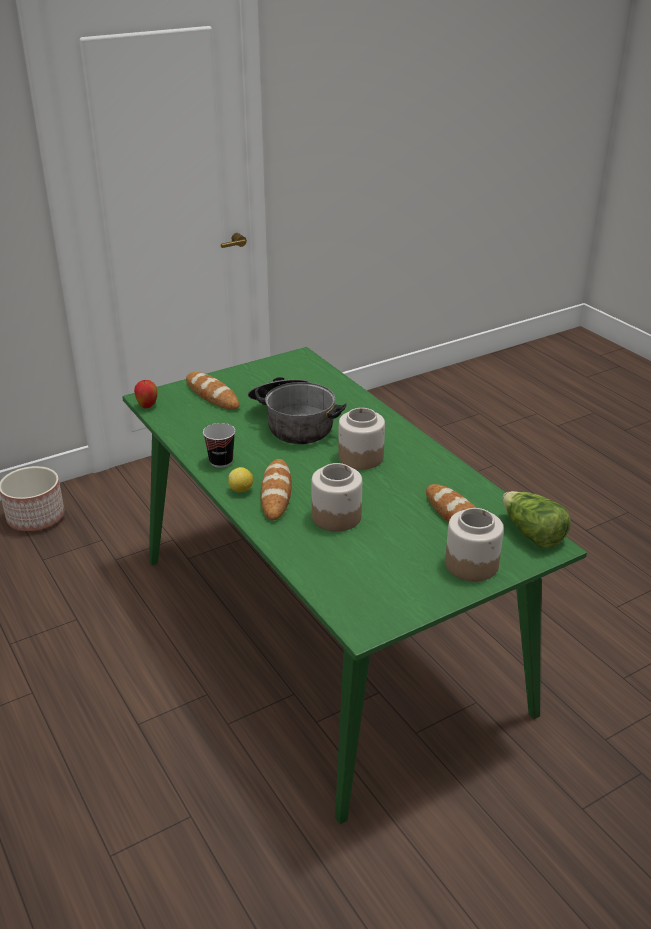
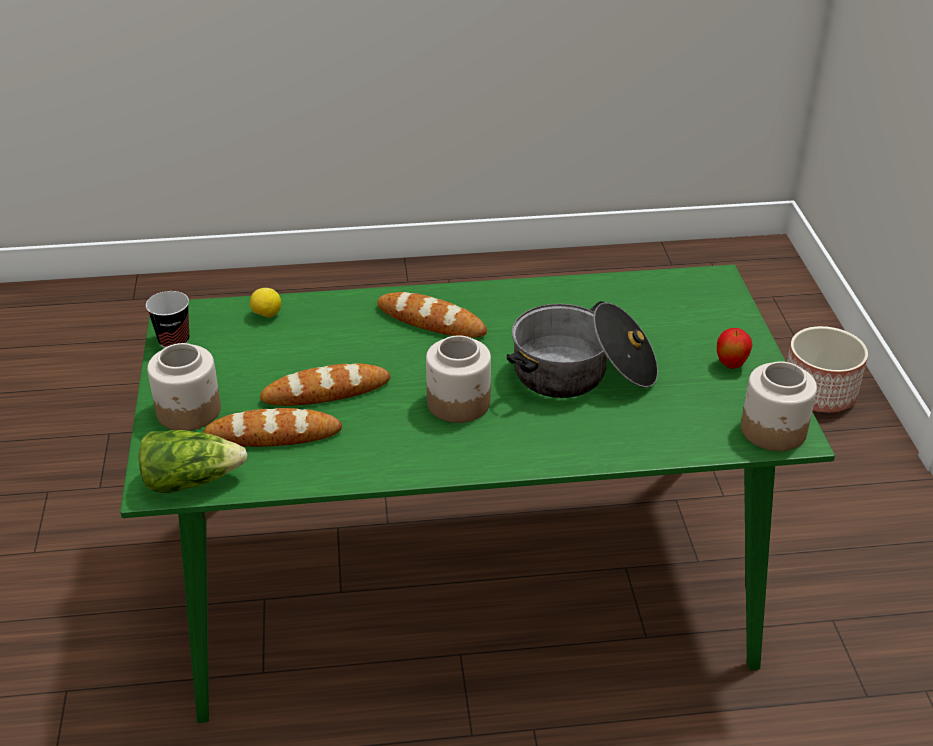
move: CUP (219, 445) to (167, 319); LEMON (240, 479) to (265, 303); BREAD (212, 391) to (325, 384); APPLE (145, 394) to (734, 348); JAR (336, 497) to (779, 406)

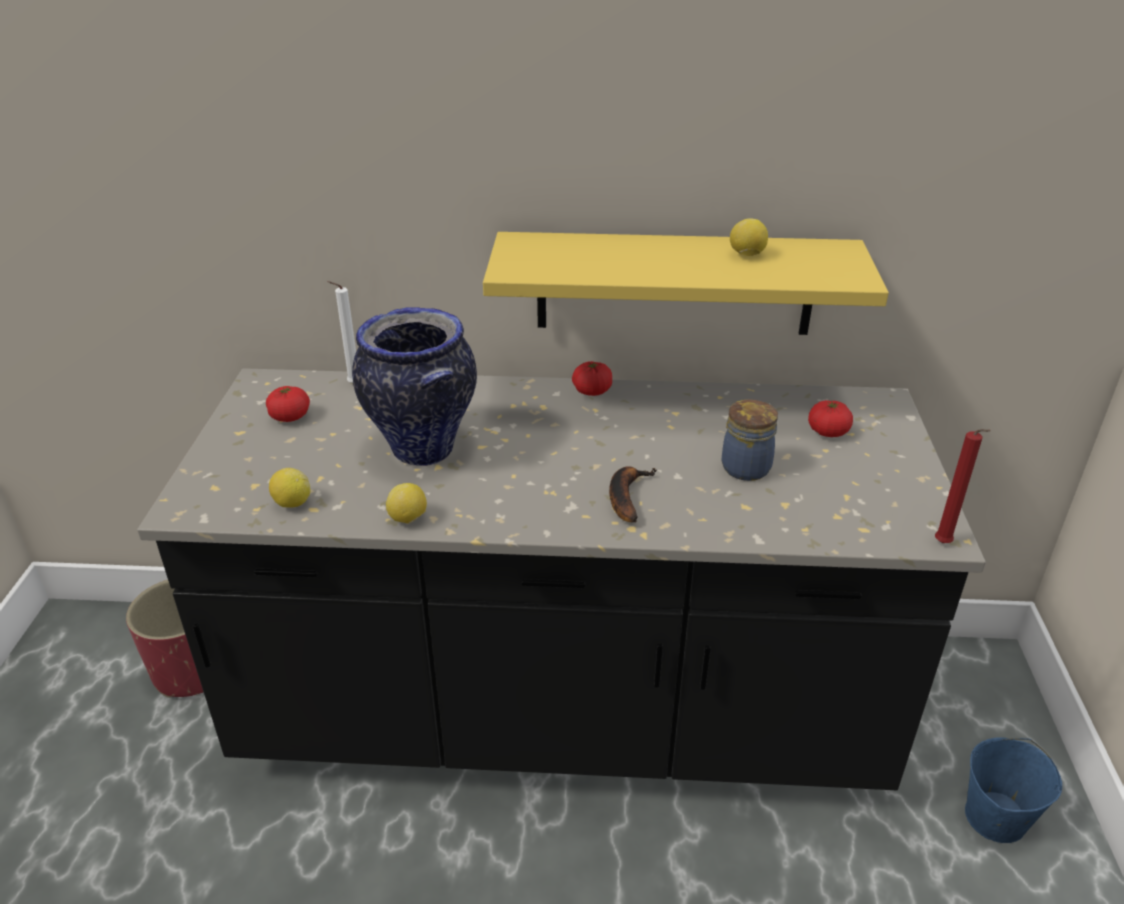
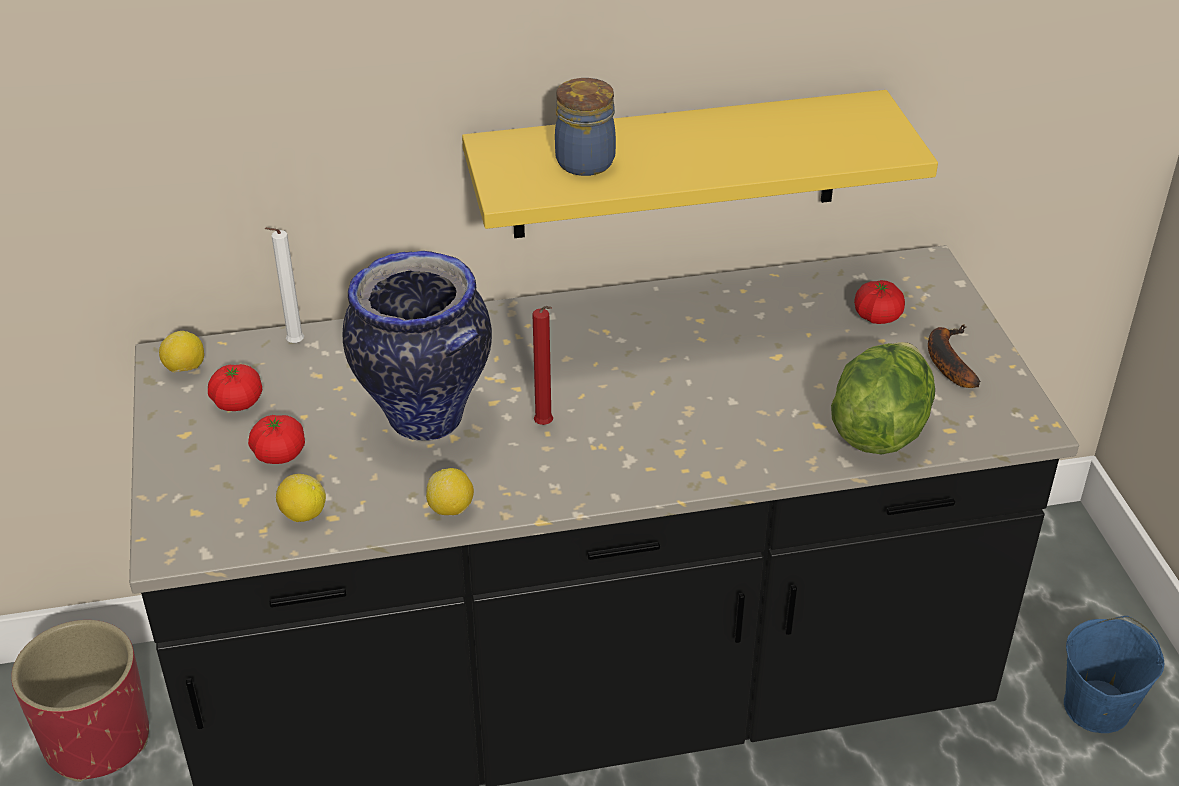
insert: LETTUCE (883, 398)
move: LEMON (749, 237) to (181, 352); TOMATO (592, 378) to (276, 439); RED CANDLE (963, 486) to (542, 365); JAR (750, 440) to (585, 127); BANANA (633, 494) to (954, 356)

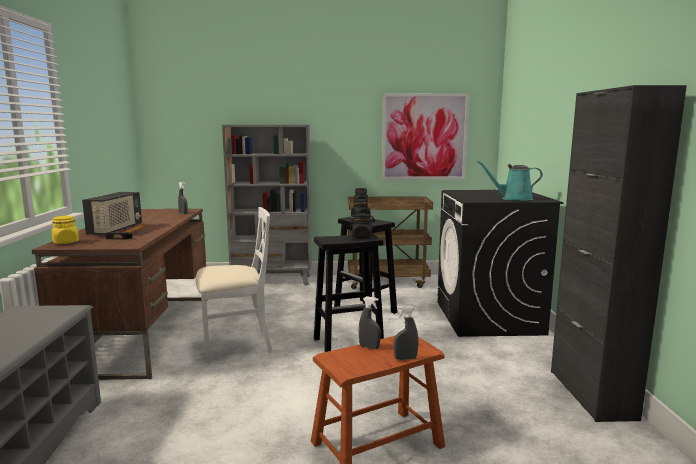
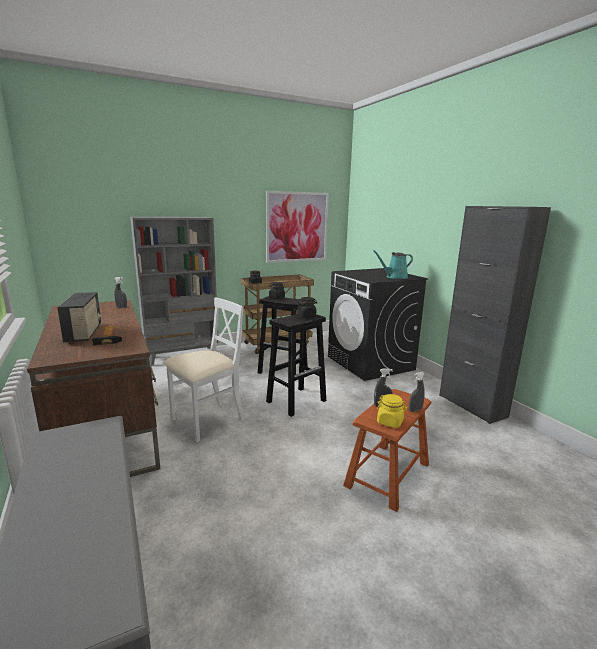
move: YELLOW JAR (65, 230) to (392, 411)

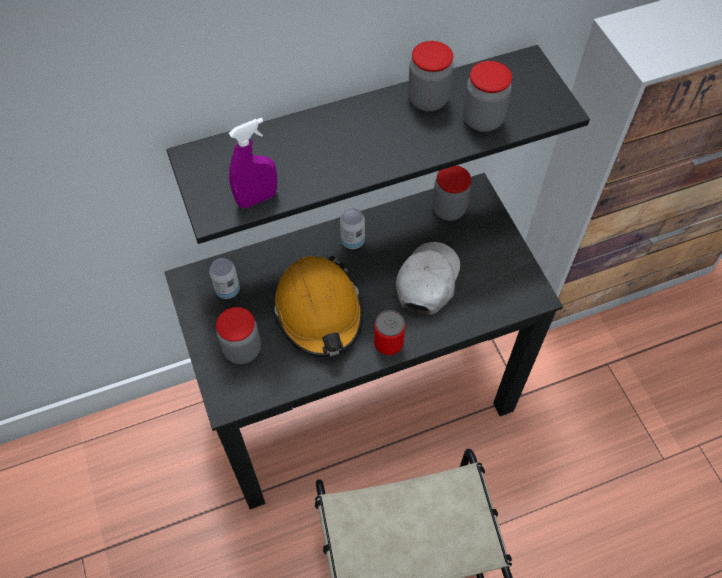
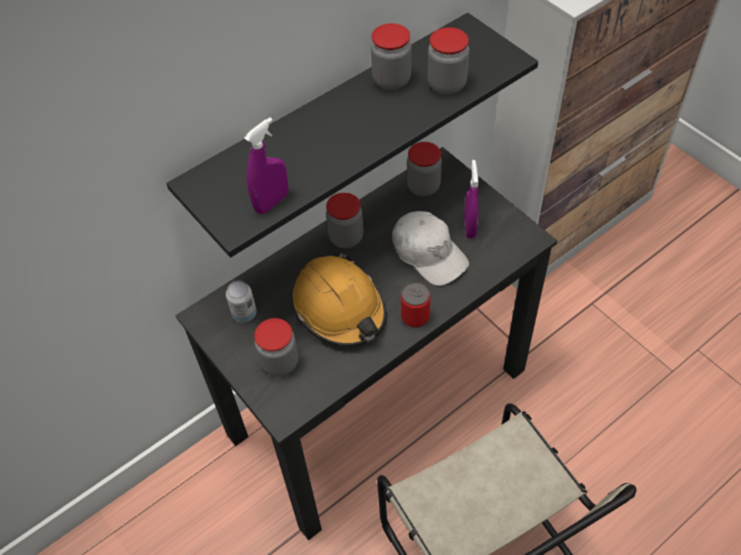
insert: PURPLE SPRAY BOTTLE (471, 199)
replace: CAN (352, 228) to JAR (344, 220)
rotate: WHITE CAP (428, 278) = (430, 248) 135 degrees clockwise

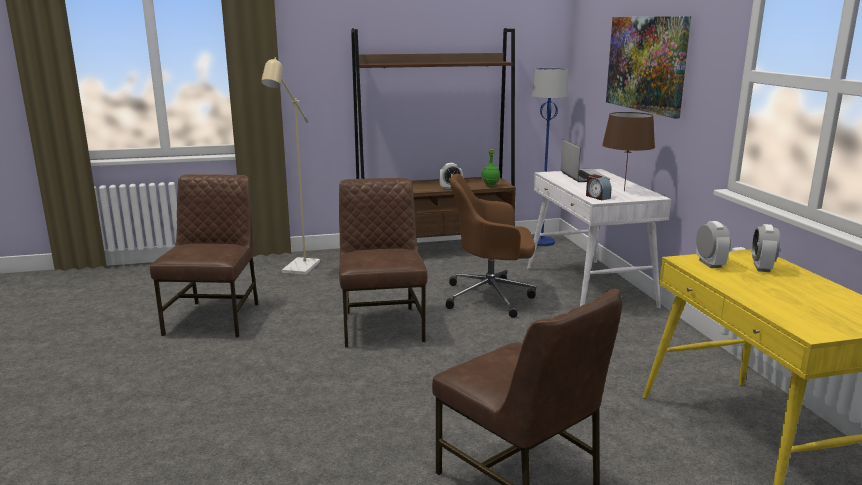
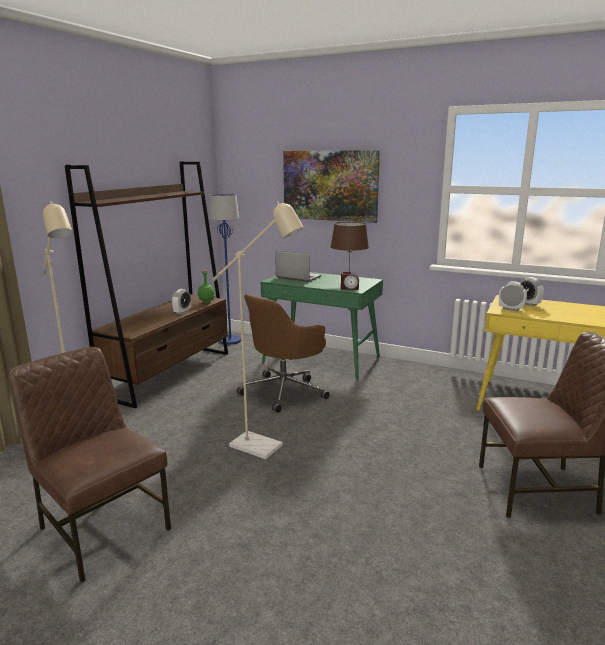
replace: BROWN CHAIR (383, 262) to BEIGE FLOOR LAMP (258, 330)
recolor: WHITE DESK (599, 239) to GREEN DESK (321, 326)

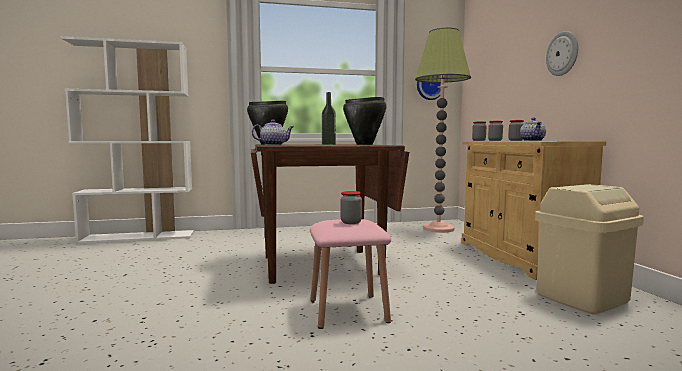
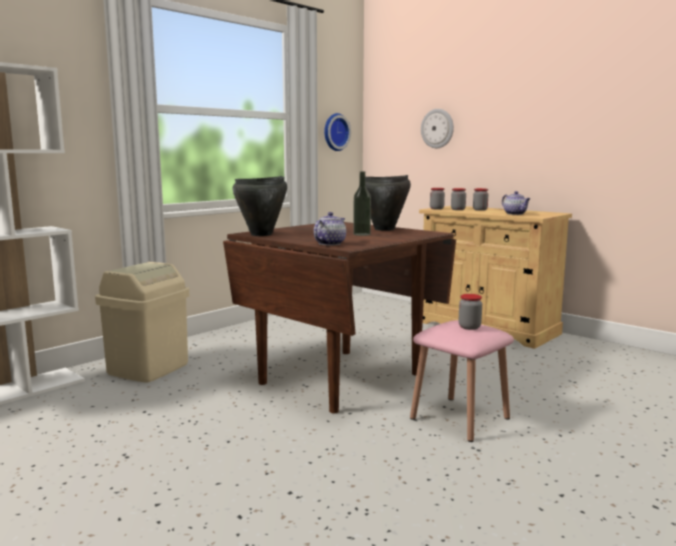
delete: FLOOR LAMP (443, 130)
move: BEIGE TRASH CAN (589, 249) to (142, 322); WALL CLOCK (562, 53) to (437, 128)

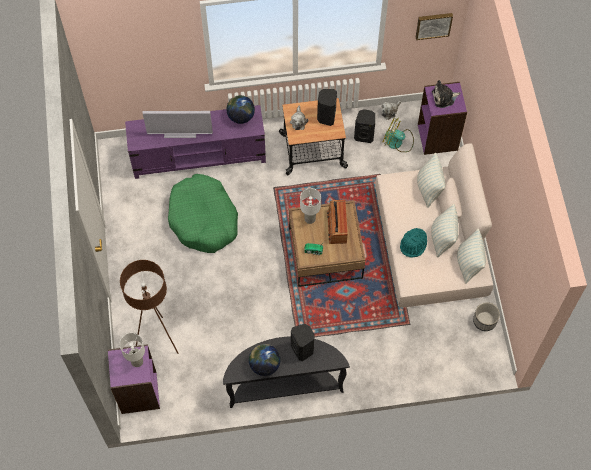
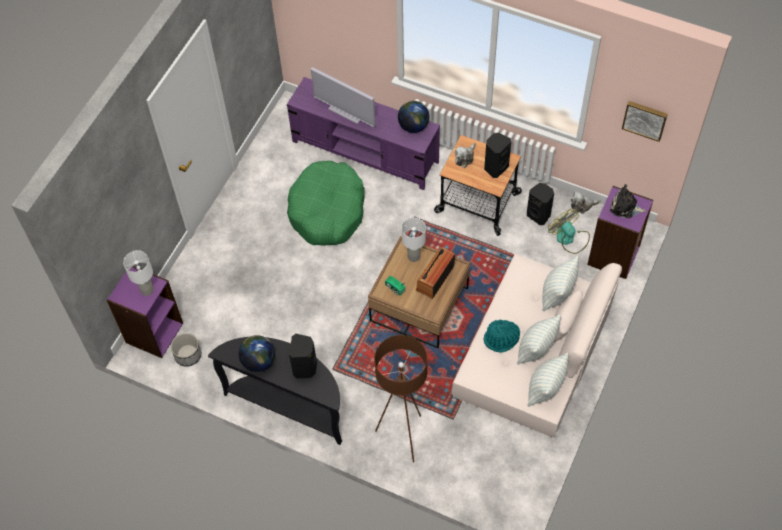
move: PLANTER (486, 316) to (186, 350); BROWN FLOOR LAMP (149, 307) to (401, 398)

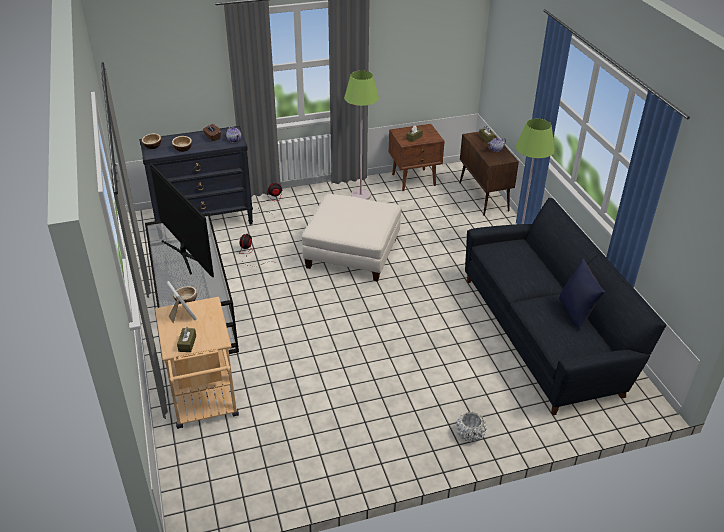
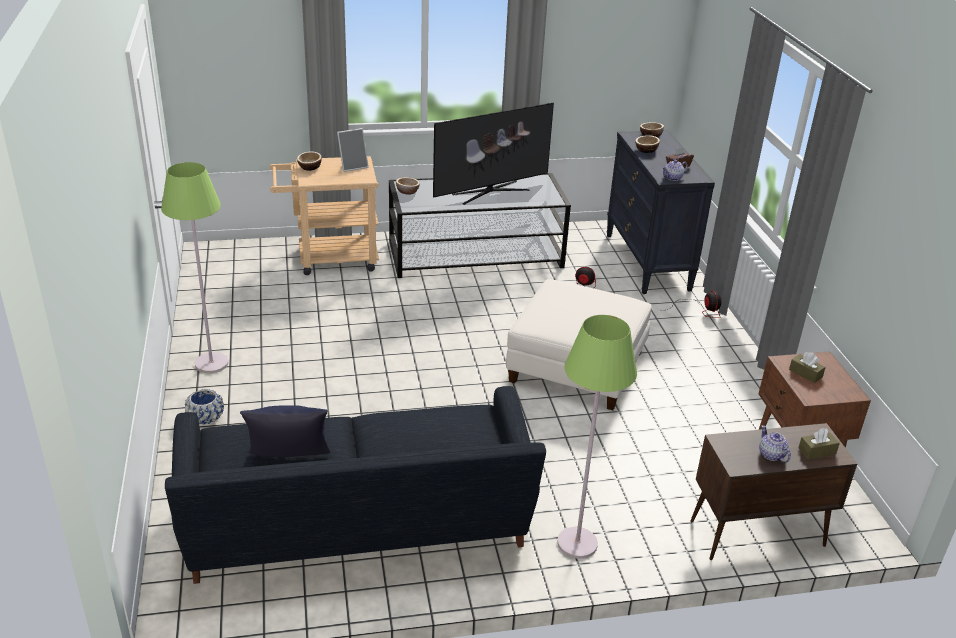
move: GREEN FLOOR LAMP (361, 135) to (194, 268)
replace: BROWN TISSUE BOX (186, 339) to BOWL (309, 161)
recolor: WHITE PLANTER (471, 427) to BLUE PLANTER (204, 406)

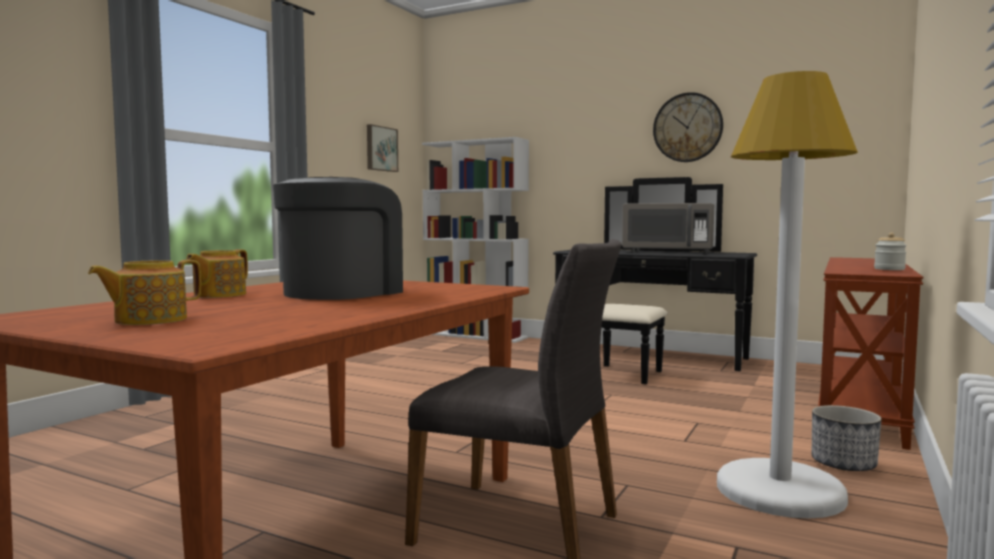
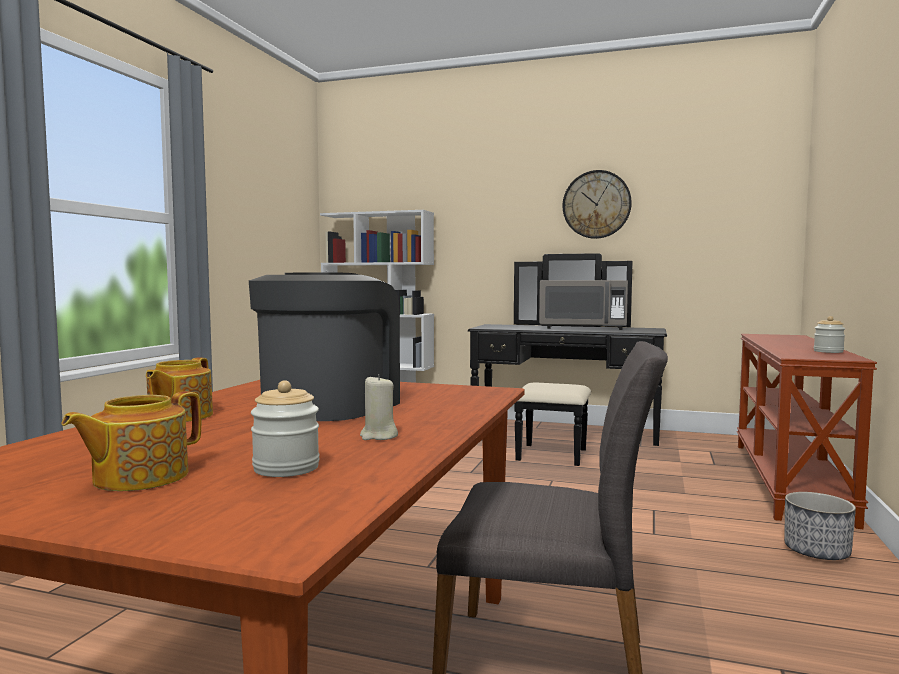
delete: PICTURE (382, 148); WHITE FLOOR LAMP (787, 295)
insert: JAR (285, 428); BEIGE CANDLE (379, 407)

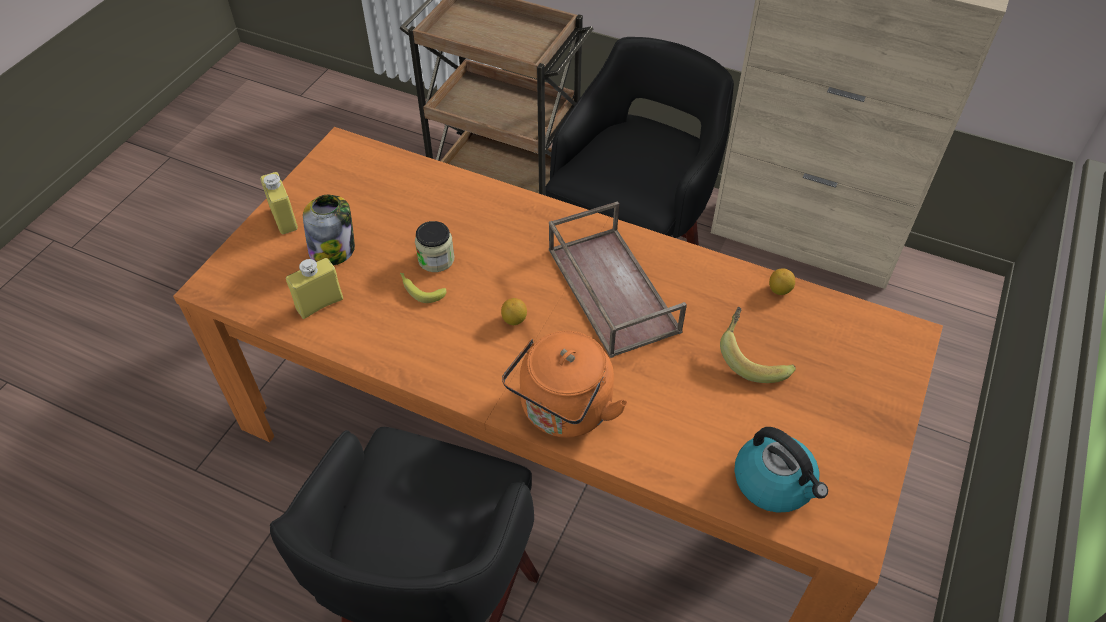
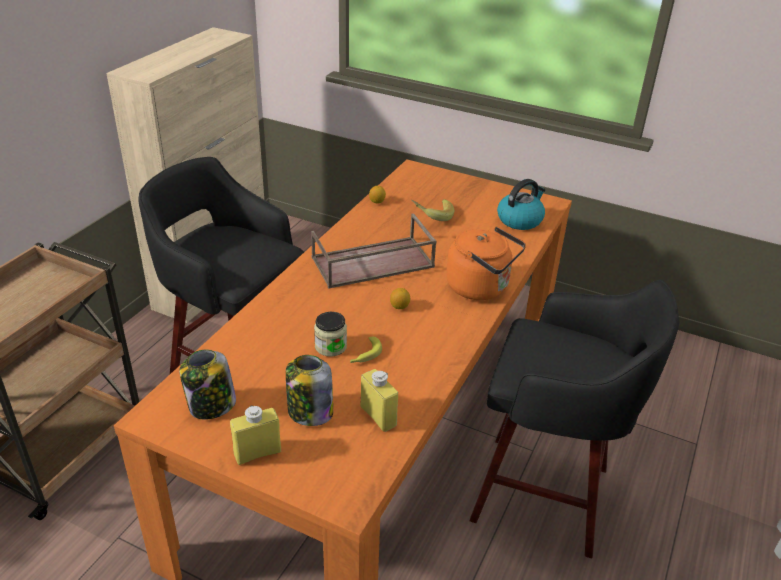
insert: JAR (207, 384)

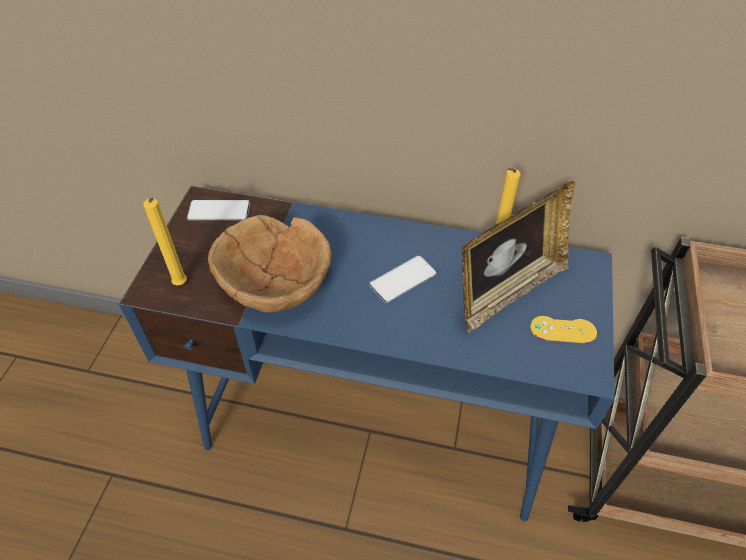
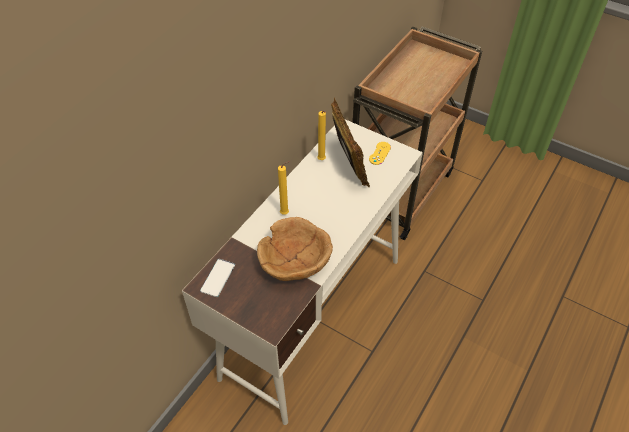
delete: PHONE (403, 279)
move: YELLOW CANDLE (165, 241) to (284, 188)
recolor: BLUE DESK (367, 353) to WHITE DESK (302, 272)

